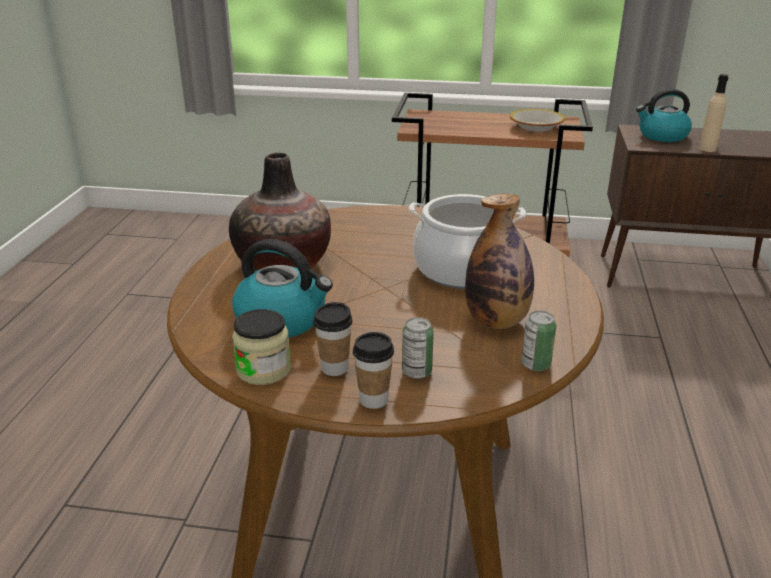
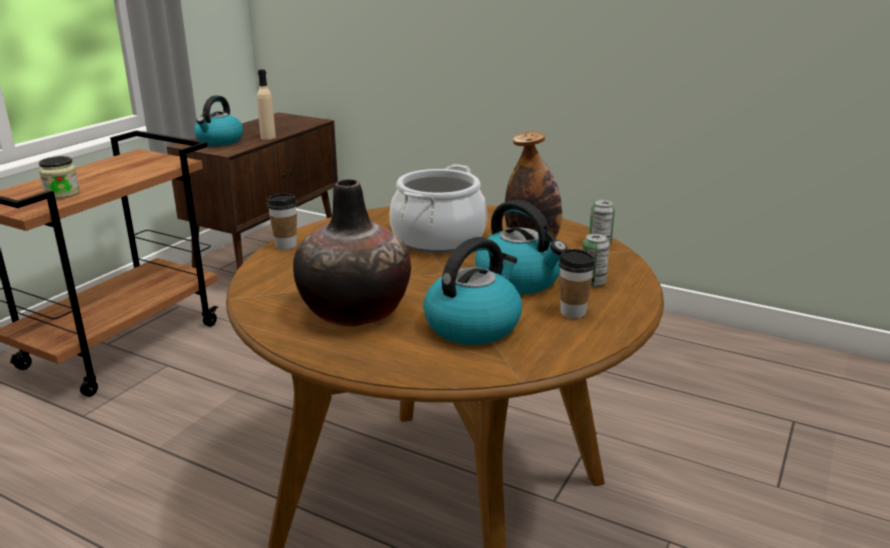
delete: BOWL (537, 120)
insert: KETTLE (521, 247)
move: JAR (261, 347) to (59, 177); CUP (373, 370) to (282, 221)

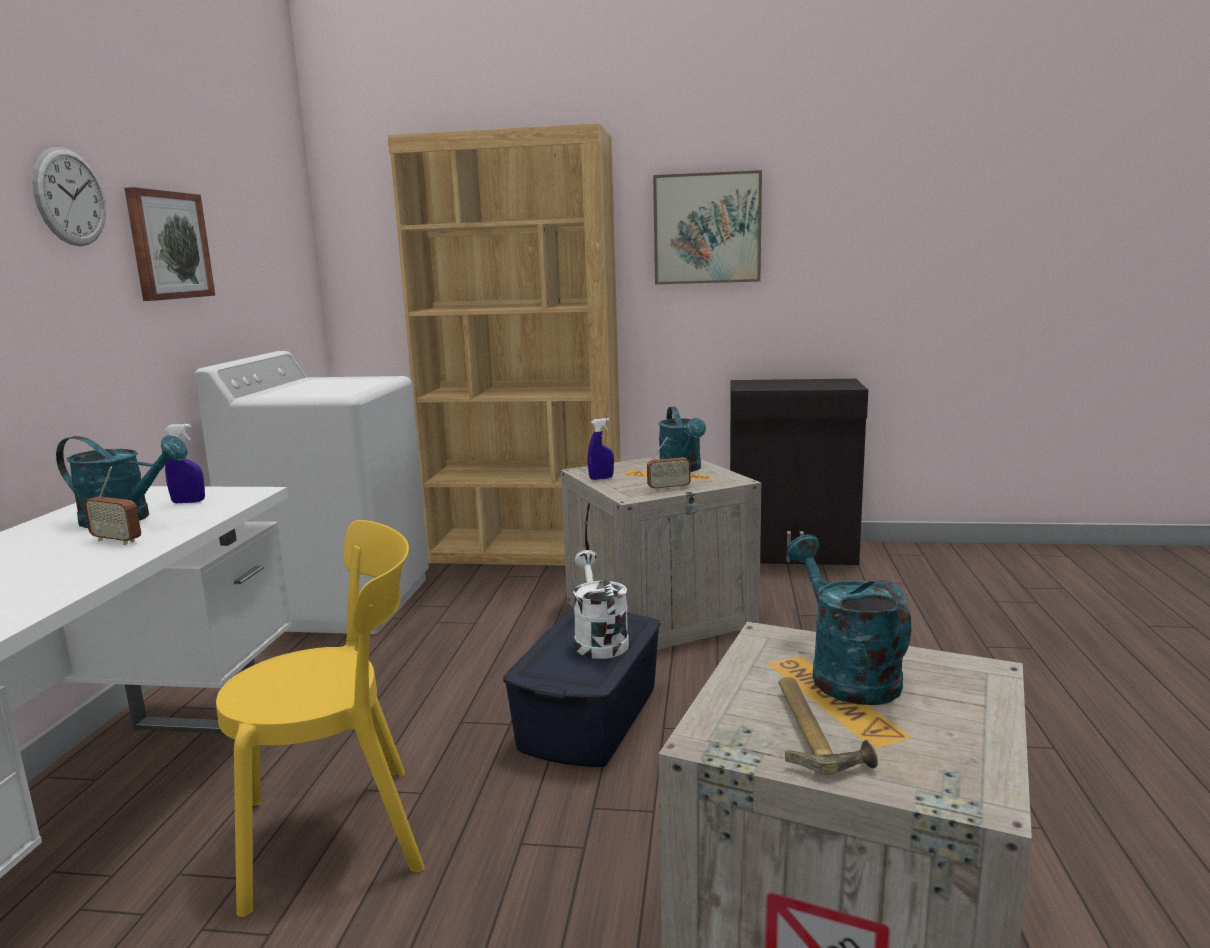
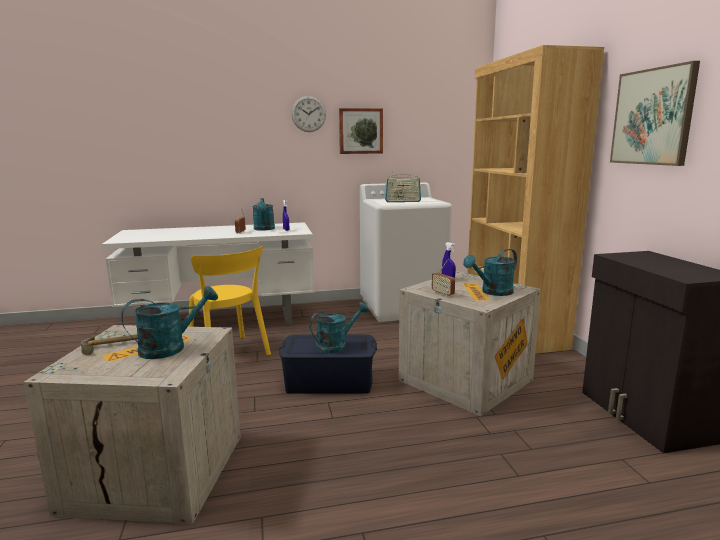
insert: RADIO (403, 187)
recolor: WHITE WATERING CAN (601, 604) to TURQUOISE WATERING CAN (339, 328)

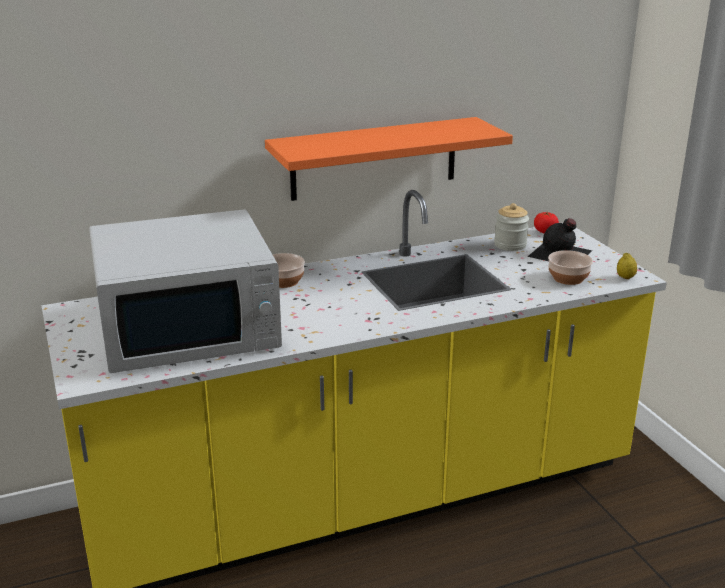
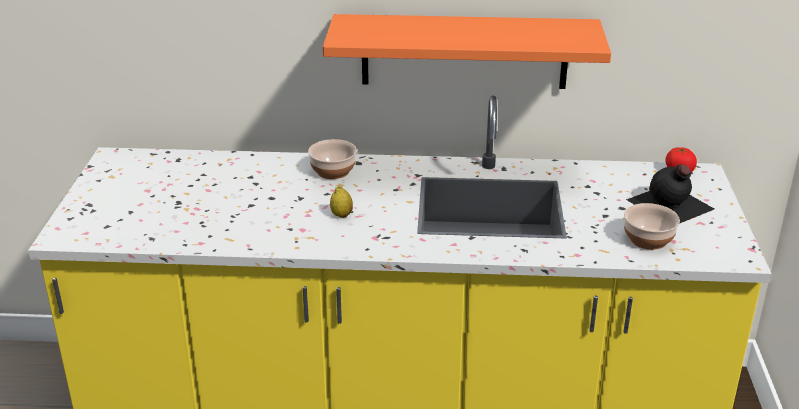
delete: WHITE MICROWAVE (185, 291); JAR (511, 227)
move: LEMON (627, 266) to (341, 202)

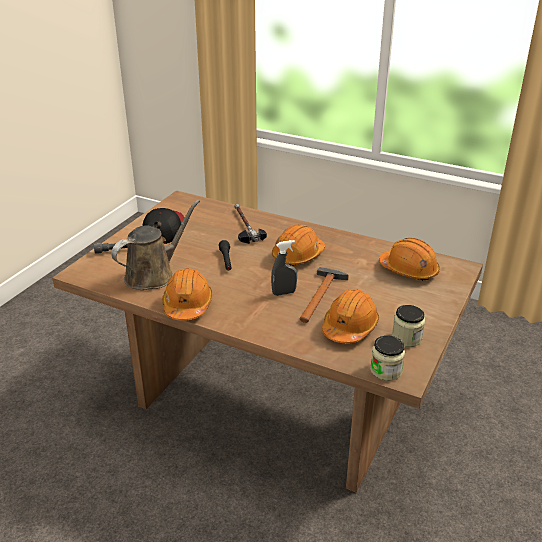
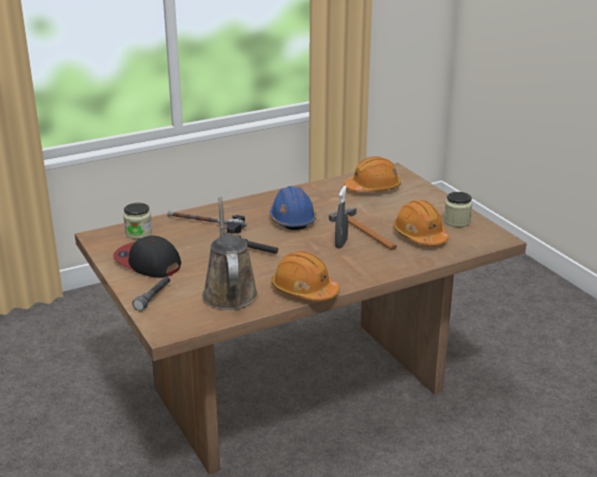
move: JAR (387, 358) to (137, 221)
recolor: ORANGE HARD HAT (298, 245) to BLUE HARD HAT (293, 208)

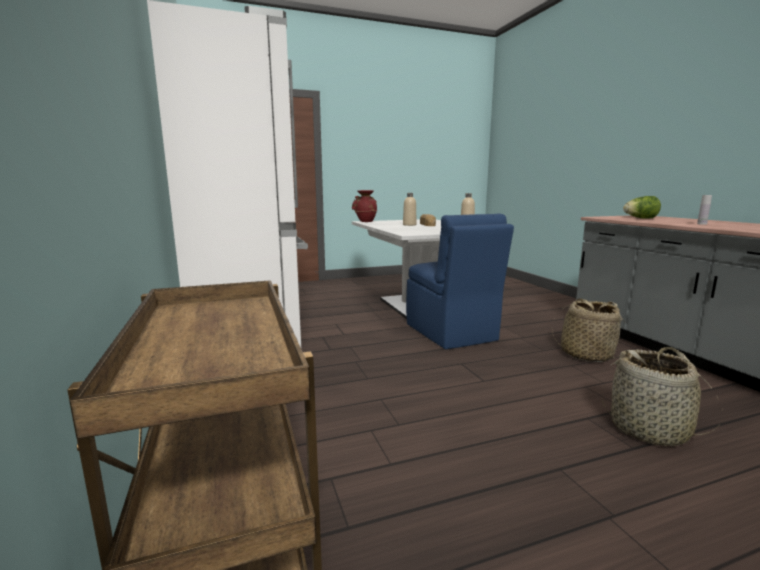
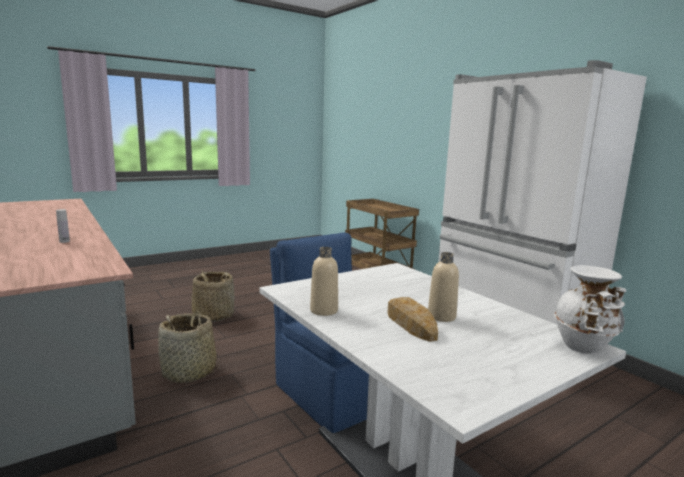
delete: LETTUCE (642, 207)
recolor: RED VASE (364, 206) to WHITE VASE (590, 309)

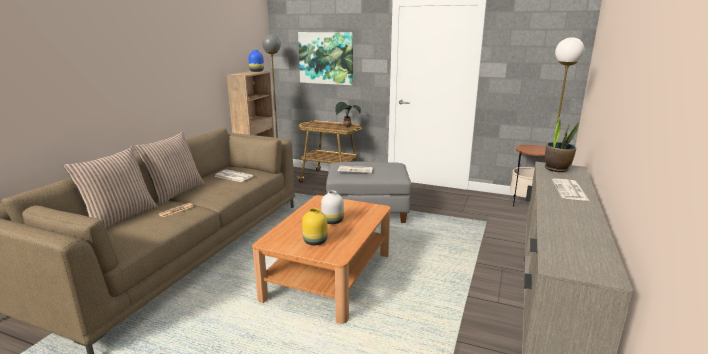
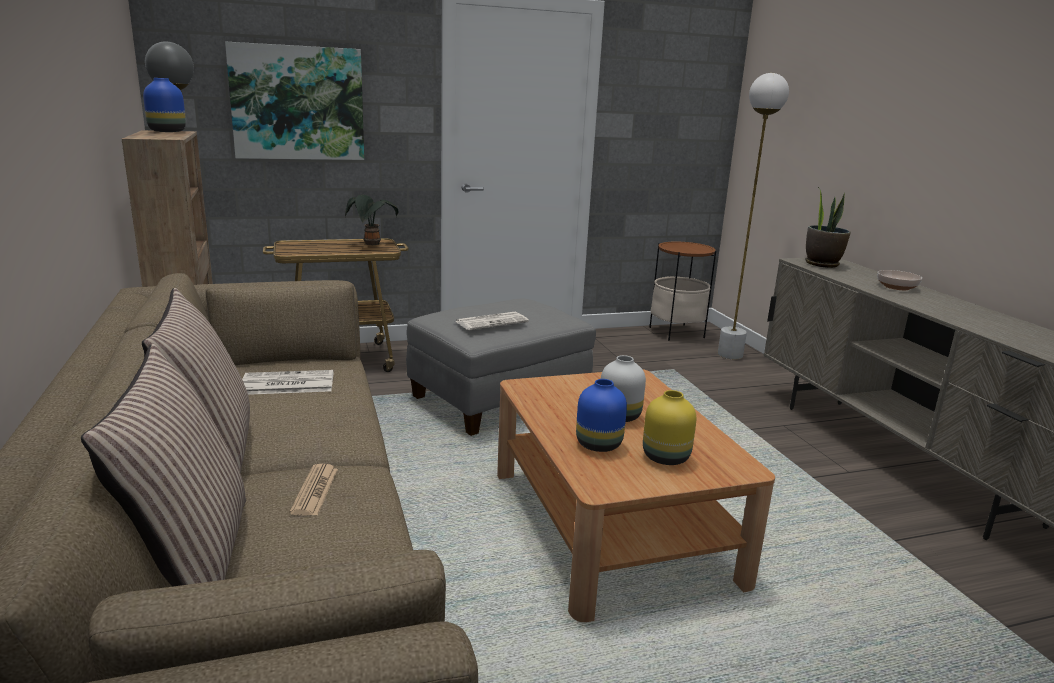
insert: BLUE VASE (601, 415)
replace: NEWSPAPER (571, 190) to BOWL (899, 280)

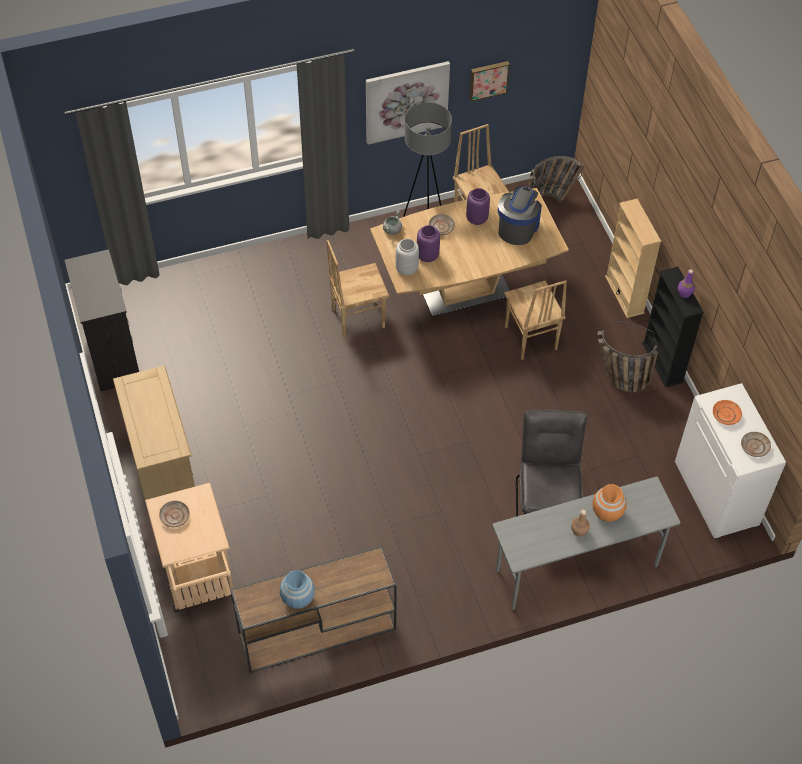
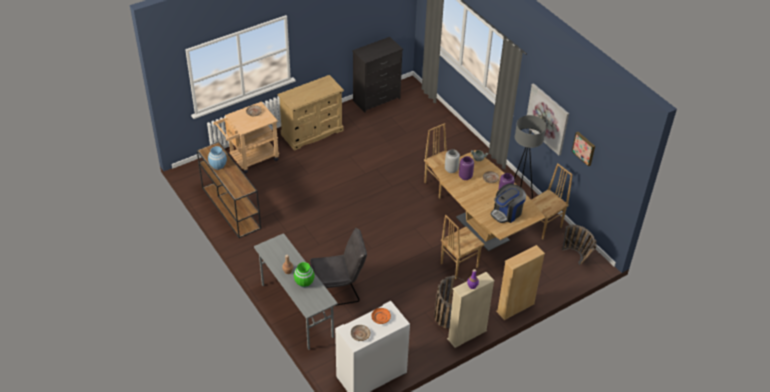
recolor: ORANGE VASE (610, 503) to GREEN VASE (304, 274); BLACK BOOKCASE (673, 327) to BEIGE BOOKCASE (471, 310)
rotate: COFFEE MACHINE (520, 215) = (508, 203) 135 degrees clockwise

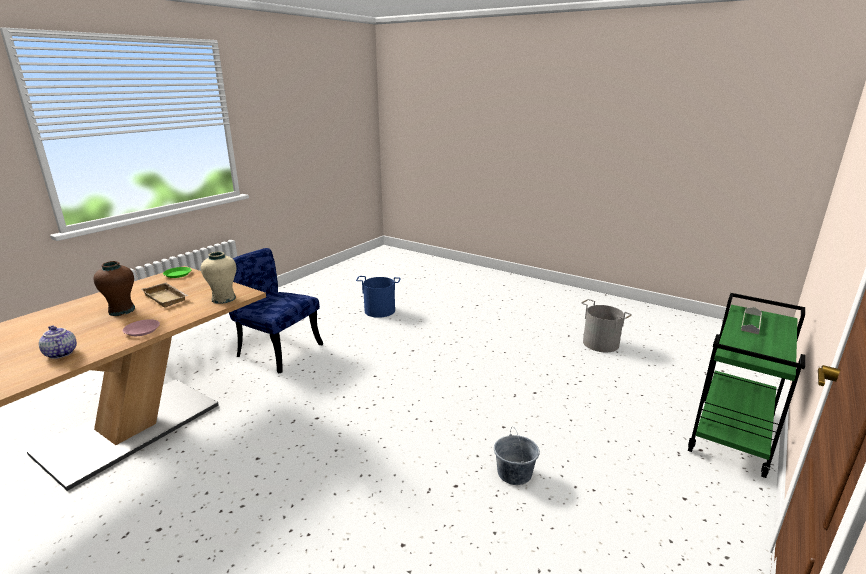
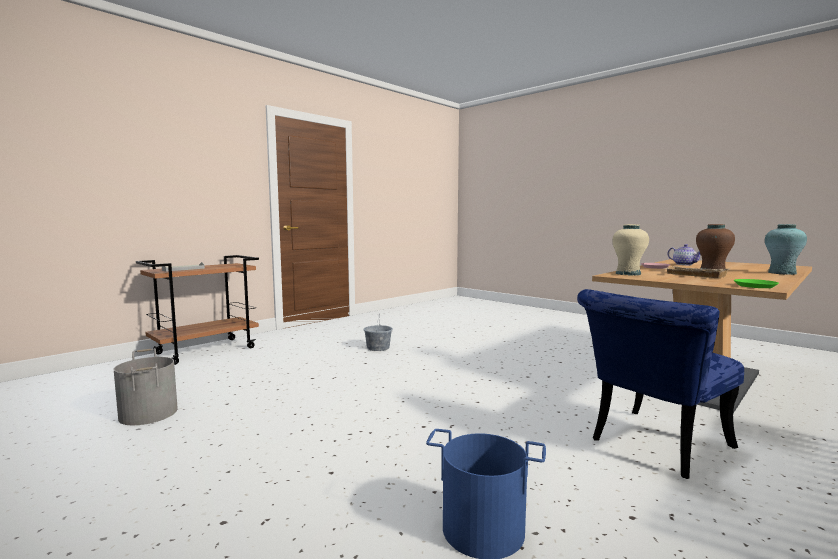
insert: TURQUOISE VASE (786, 249)
recolor: GREEN CART (746, 385) to BROWN CART (197, 310)
rotate: BLUE CHAIR (276, 310) = (660, 384) 105 degrees clockwise

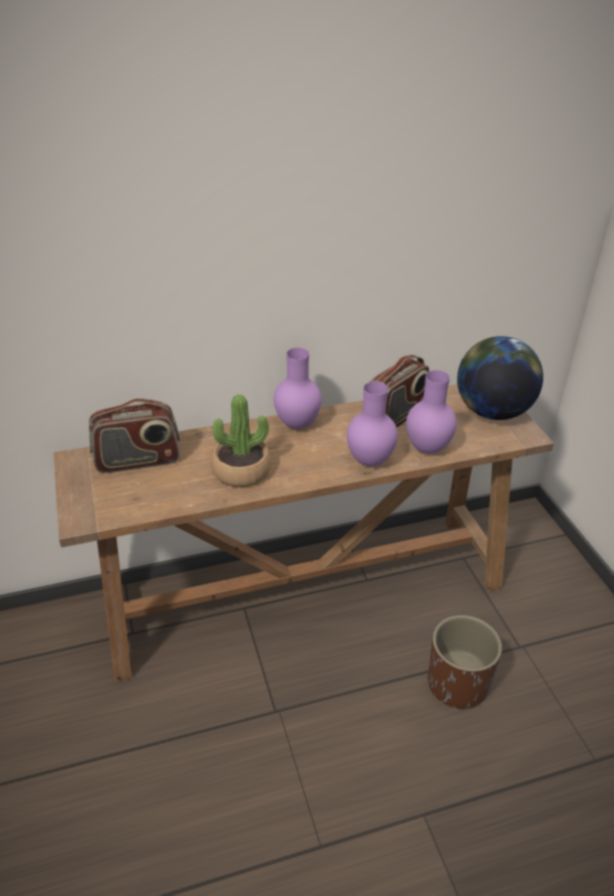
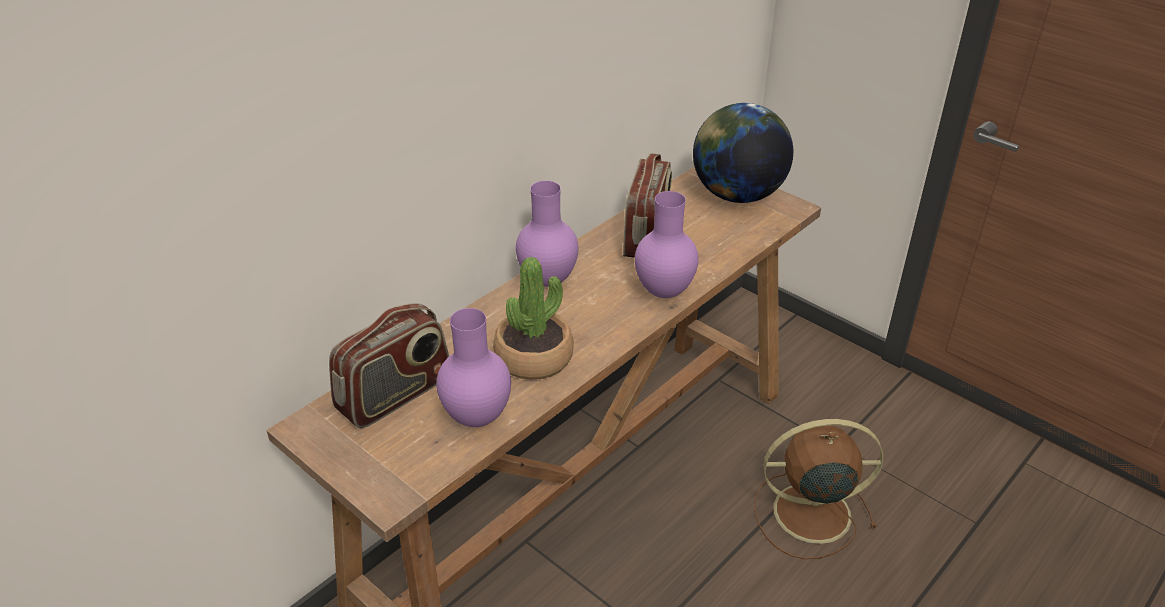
move: PURPLE VASE (431, 412) to (473, 367)
replace: BROWN PLANTER (465, 662) to BROWN FAN (818, 489)

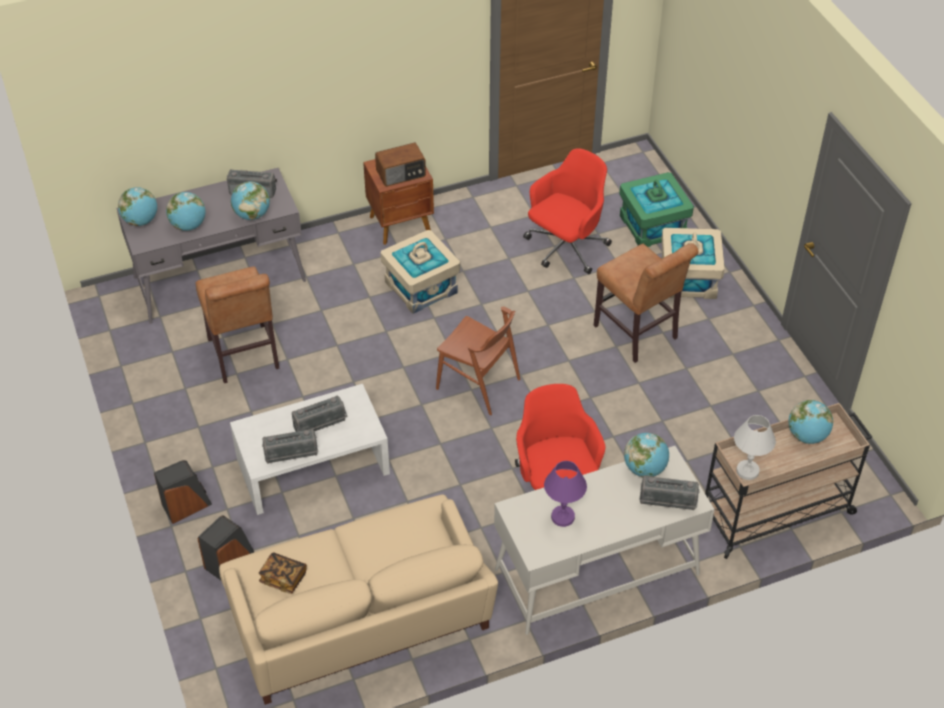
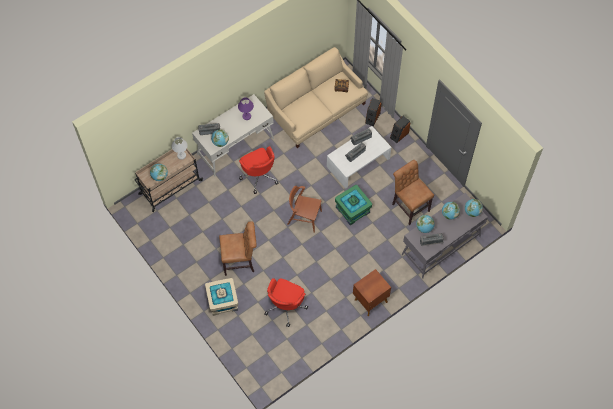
delete: RADIO (400, 165); BEIGE STORAGE BOX (420, 272)
move: GREEN STORAGE BOX (656, 209) to (353, 205)
rotate: BROWN CHAIR (646, 303) = (237, 248) 135 degrees clockwise

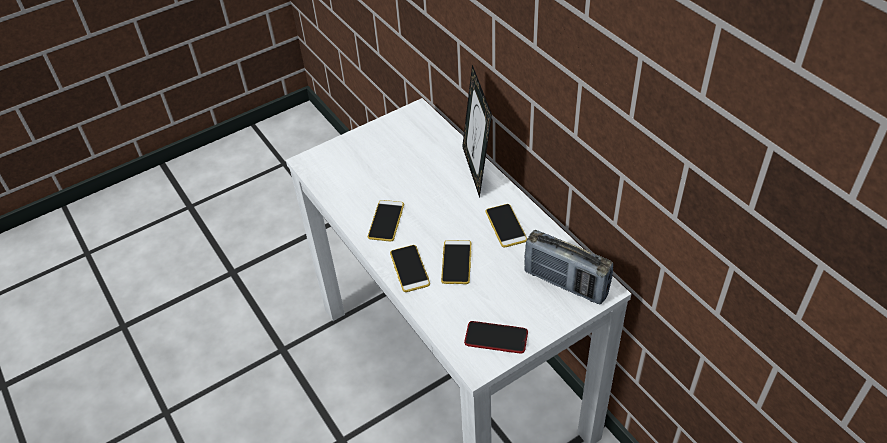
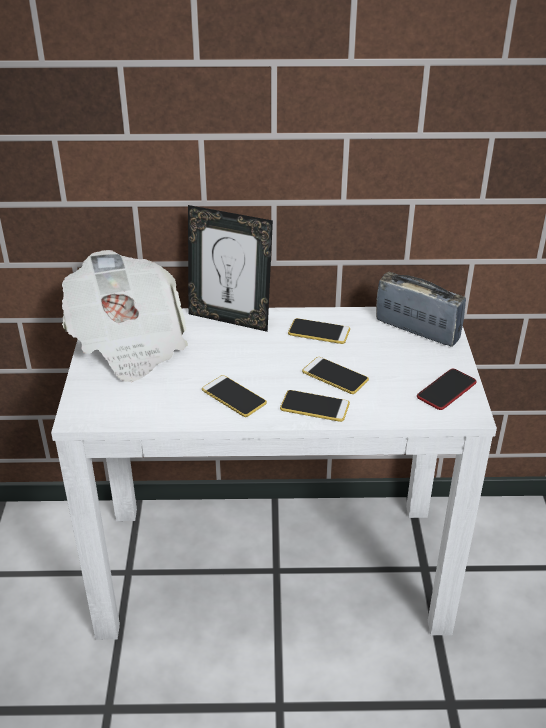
insert: NEWSPAPER (125, 316)
rotate: RADIO (568, 267) = (421, 309) 120 degrees counterclockwise

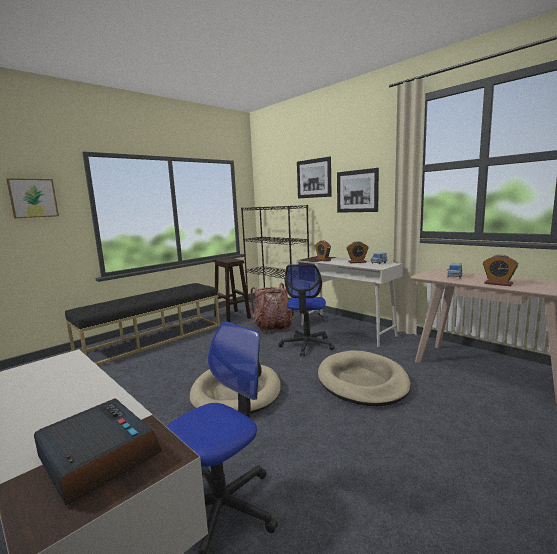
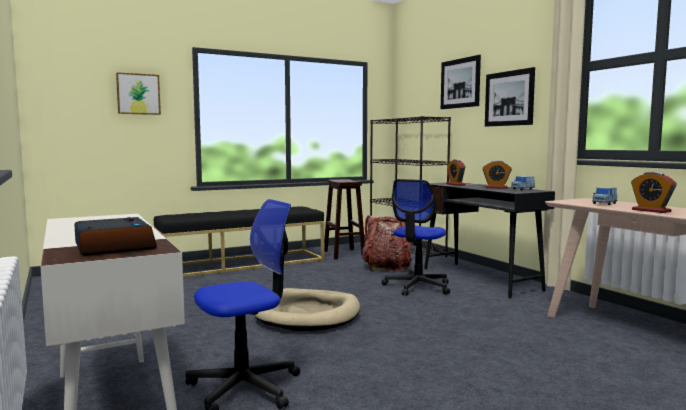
delete: BEIGE DOG BED (364, 378)
recolor: WHITE DESK (349, 301) to BLACK DESK (489, 240)

